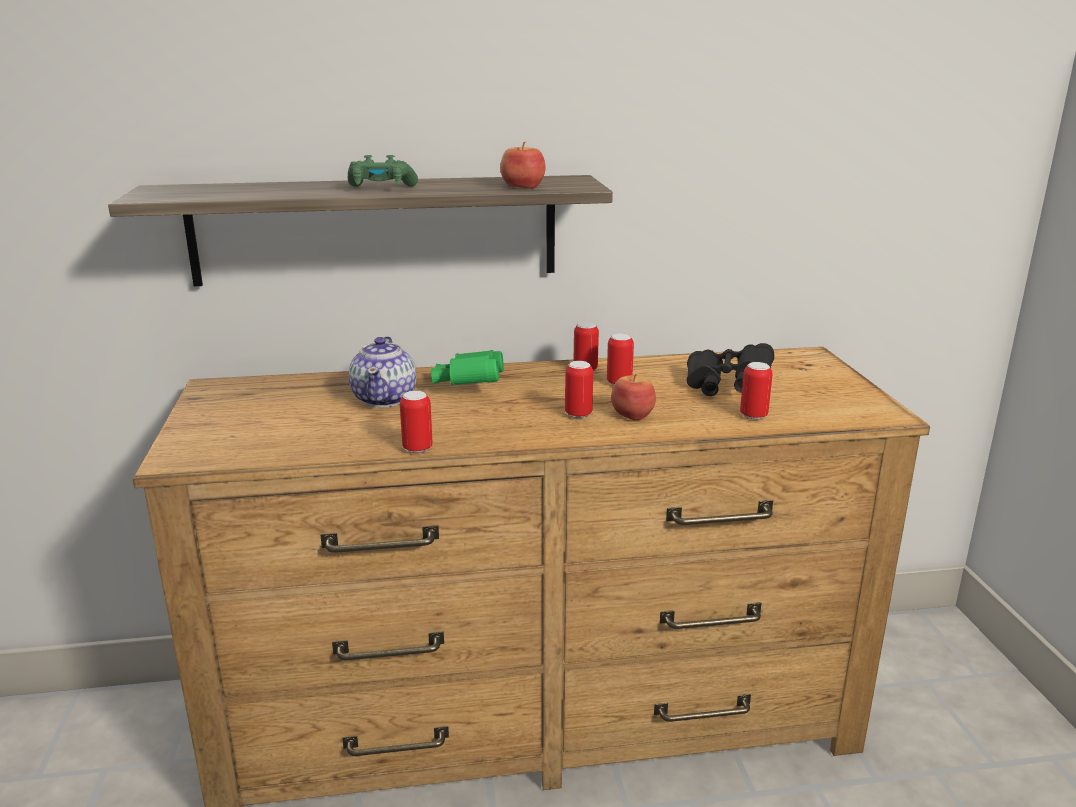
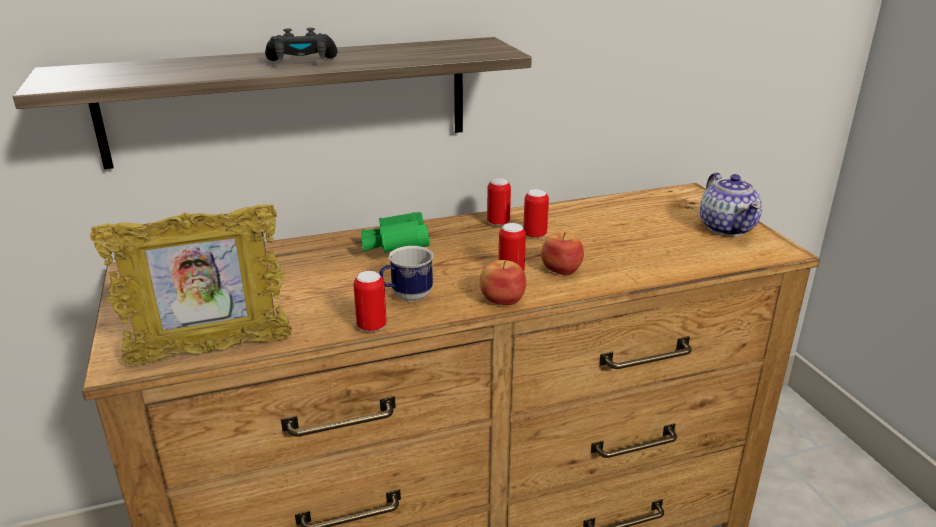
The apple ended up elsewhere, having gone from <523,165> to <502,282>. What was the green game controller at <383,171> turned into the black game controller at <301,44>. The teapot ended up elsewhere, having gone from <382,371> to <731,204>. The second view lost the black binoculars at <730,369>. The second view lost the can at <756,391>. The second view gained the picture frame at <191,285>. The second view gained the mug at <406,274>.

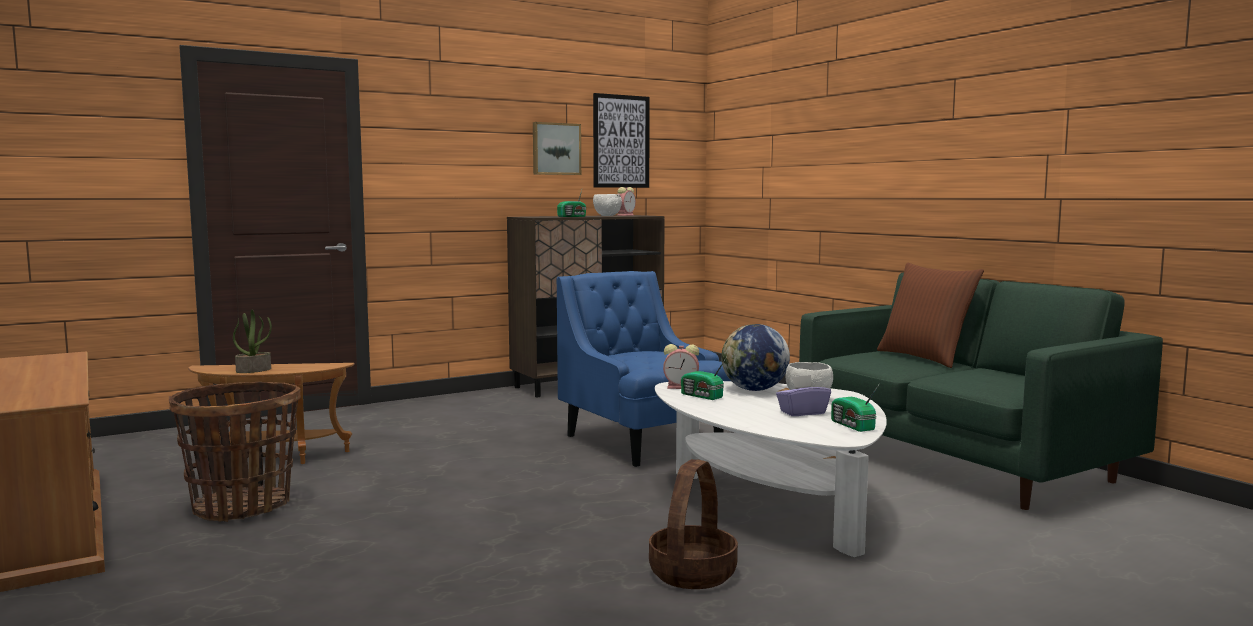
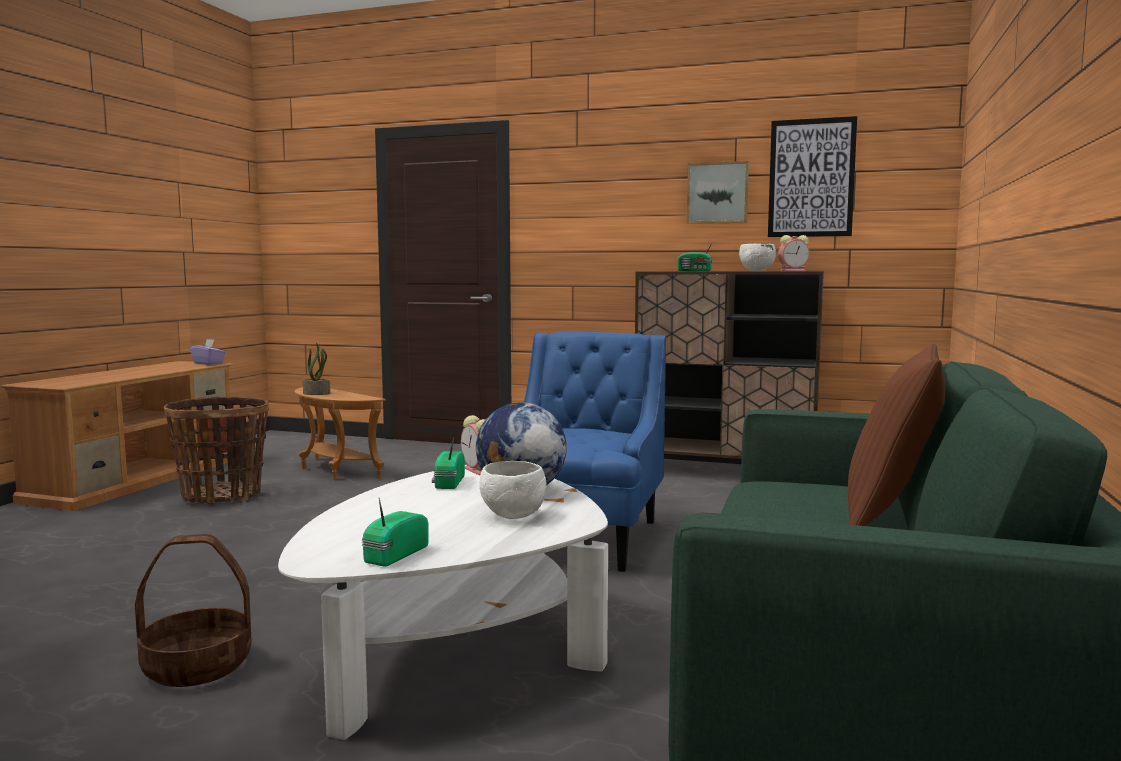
The purple tissue box ended up elsewhere, having gone from <803,395> to <208,352>.

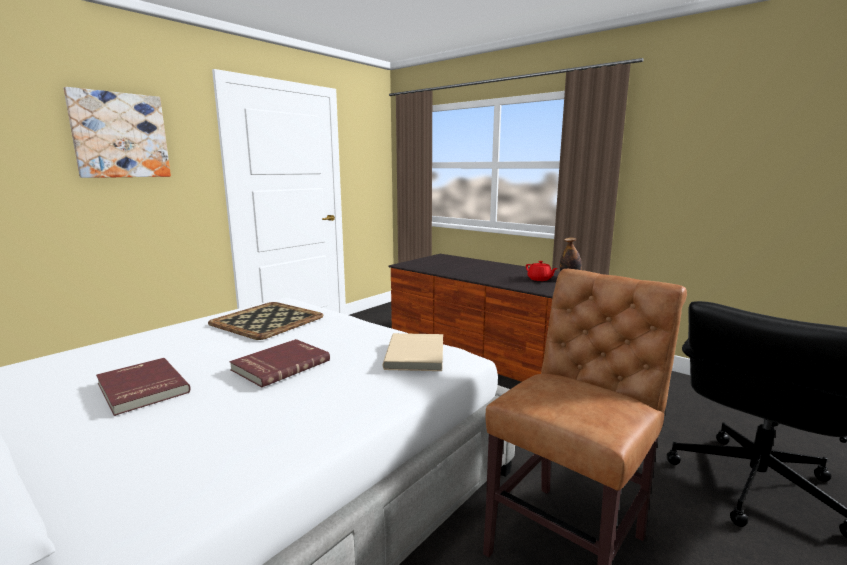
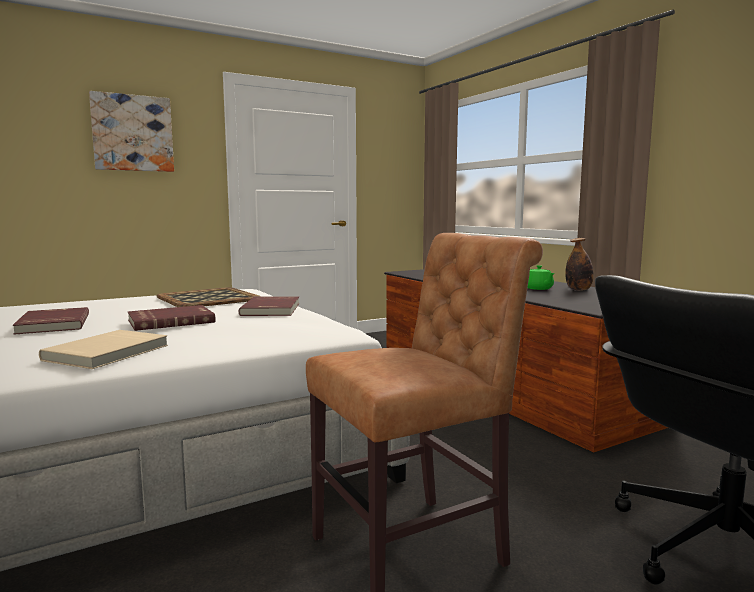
What was the red teapot at <542,271> turned into the green teapot at <541,277>. The beige book ended up elsewhere, having gone from <413,352> to <103,349>. The second view gained the red book at <269,306>.

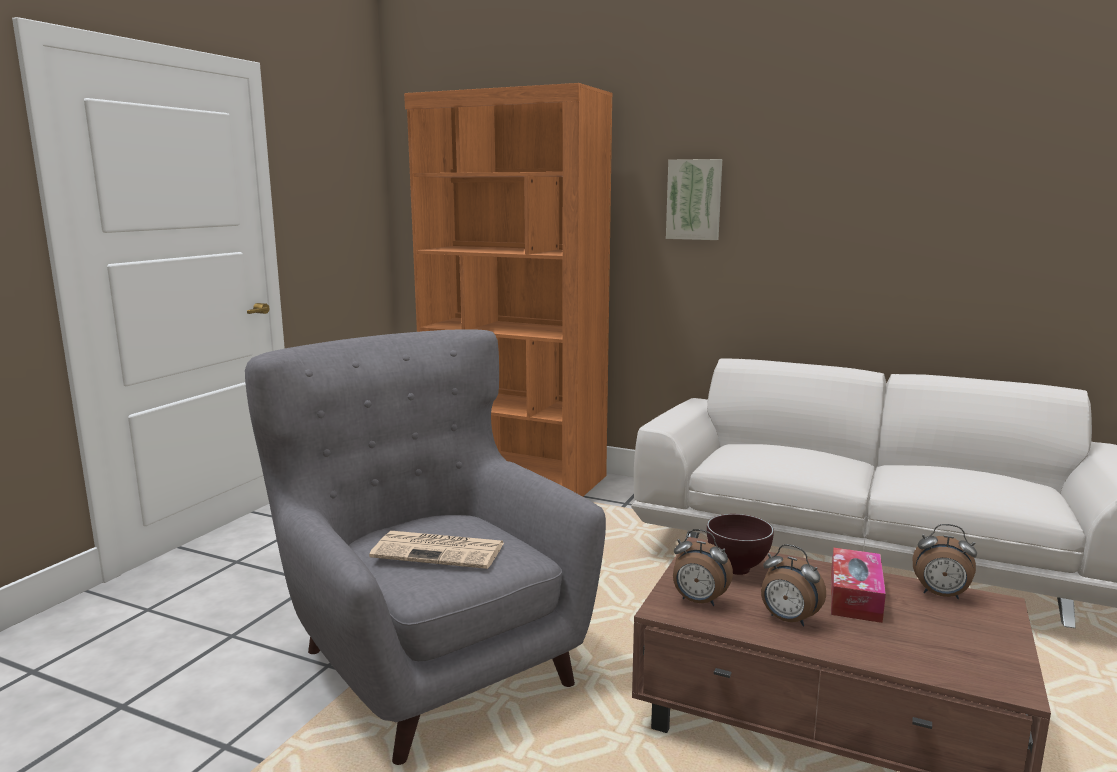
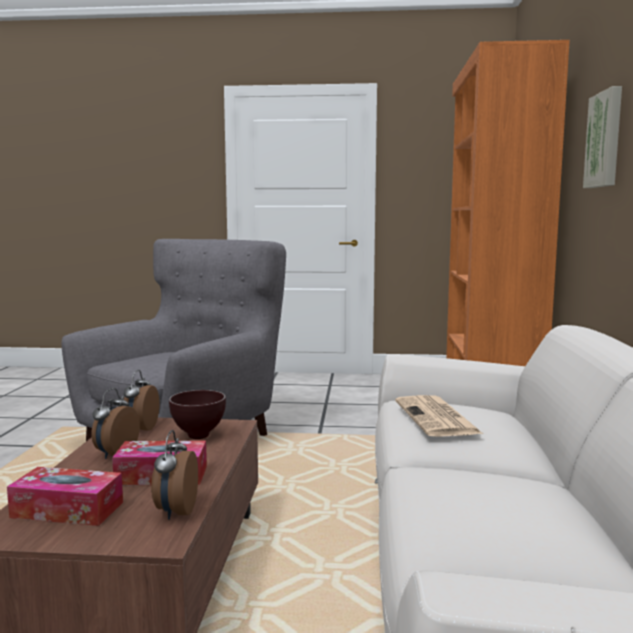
The newspaper ended up elsewhere, having gone from <436,550> to <439,416>. The second view gained the tissue box at <65,496>.

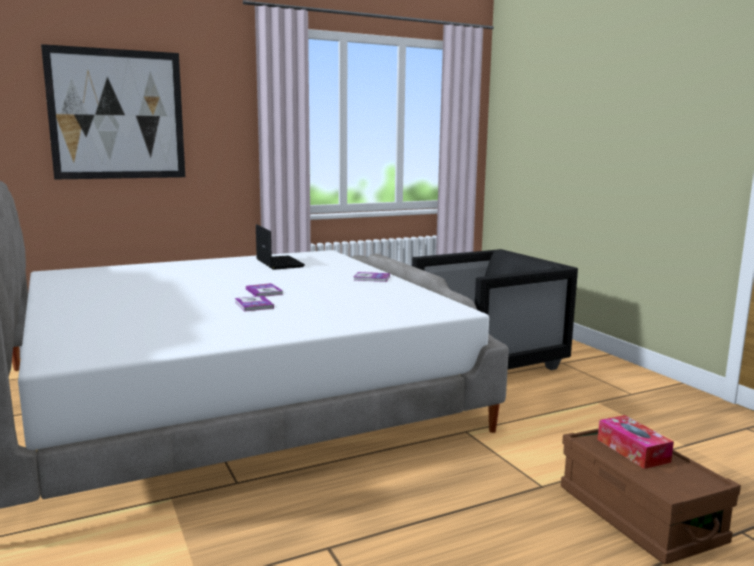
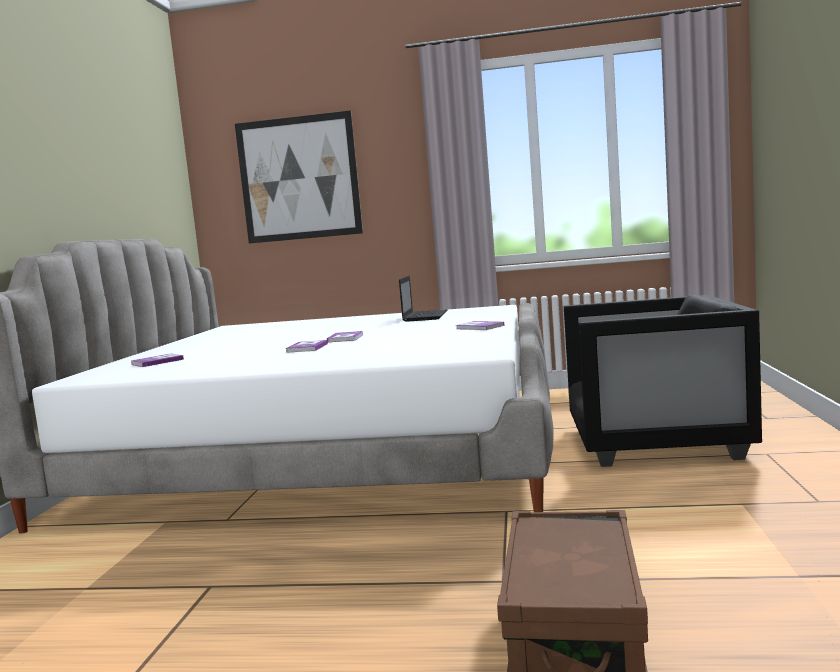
The second view lost the tissue box at <636,442>. The second view gained the book at <157,360>.

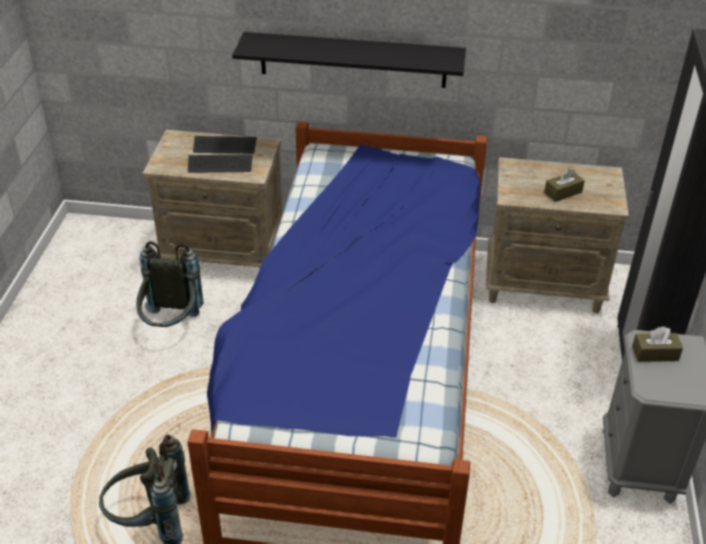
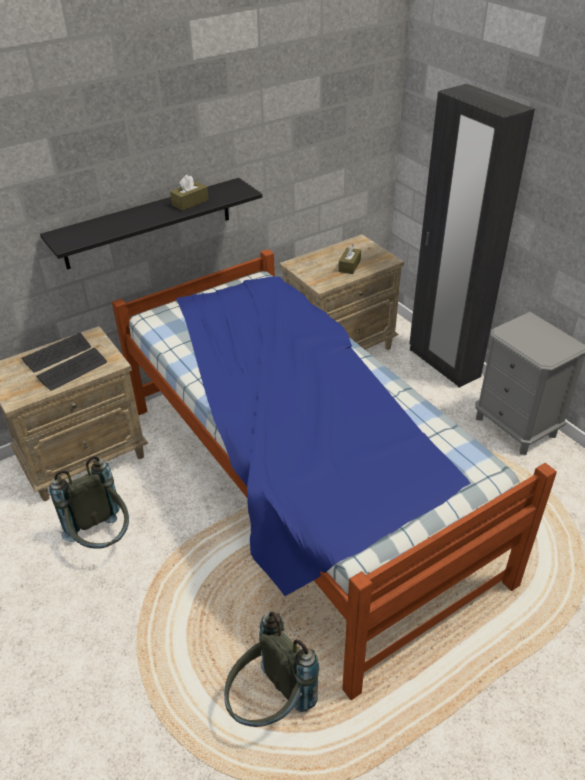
The brown tissue box ended up elsewhere, having gone from <657,344> to <189,193>.

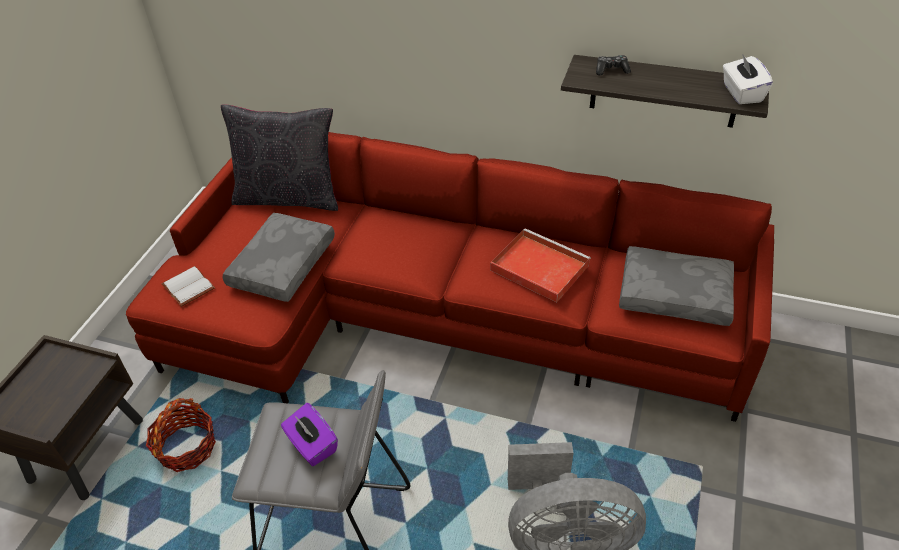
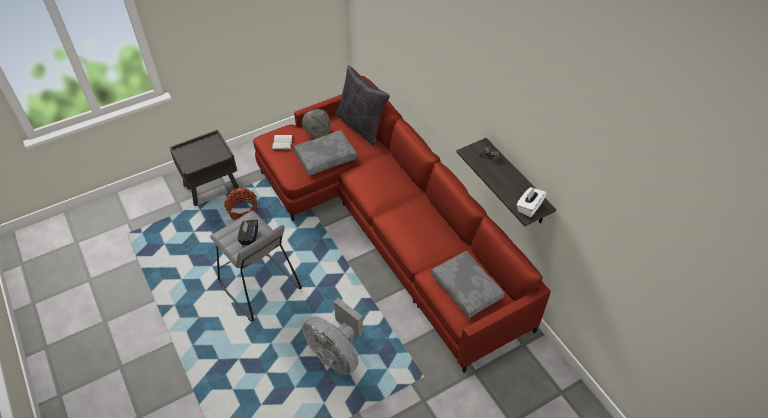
The second view lost the red tray at <540,265>. What was the purple tissue box at <309,434> turned into the black tissue box at <248,232>. The second view gained the grey hat at <316,124>.

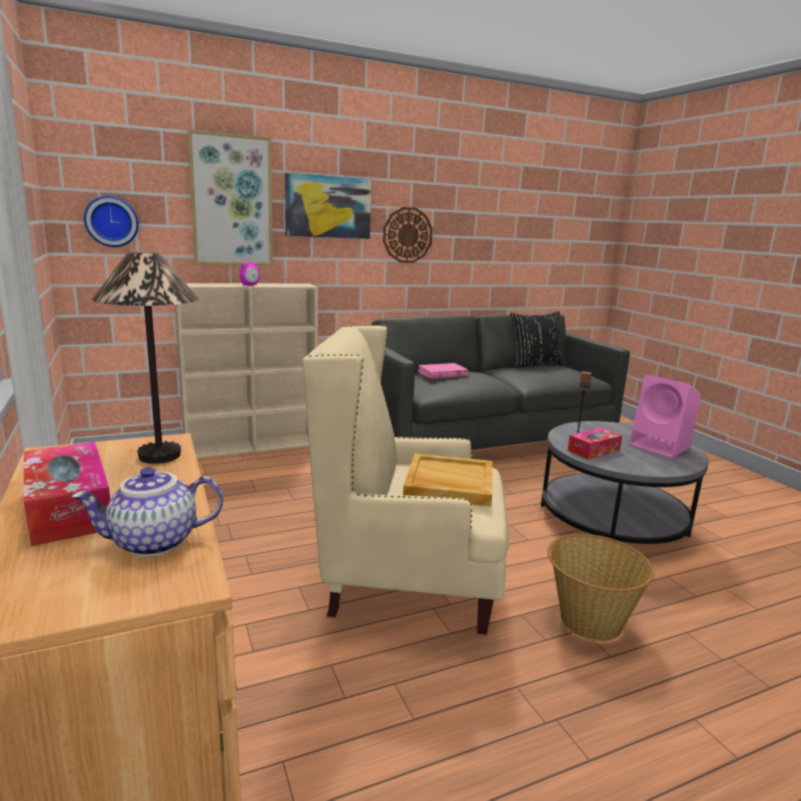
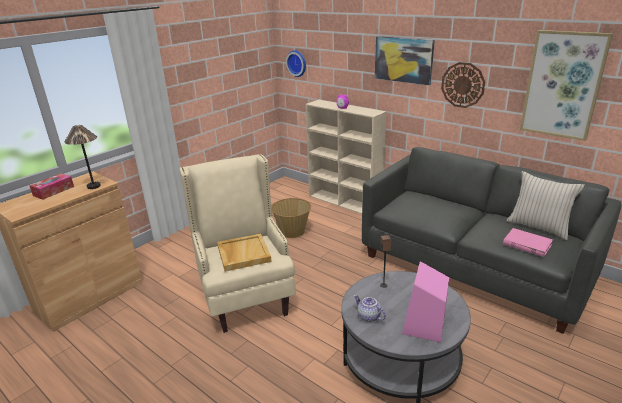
The picture ended up elsewhere, having gone from <230,197> to <566,85>. What was the black pillow at <538,340> turned into the beige pillow at <546,205>. The pink book ended up elsewhere, having gone from <442,371> to <528,242>. The second view lost the tissue box at <595,443>. The teapot ended up elsewhere, having gone from <147,512> to <370,308>. The basket ended up elsewhere, having gone from <600,587> to <291,218>.

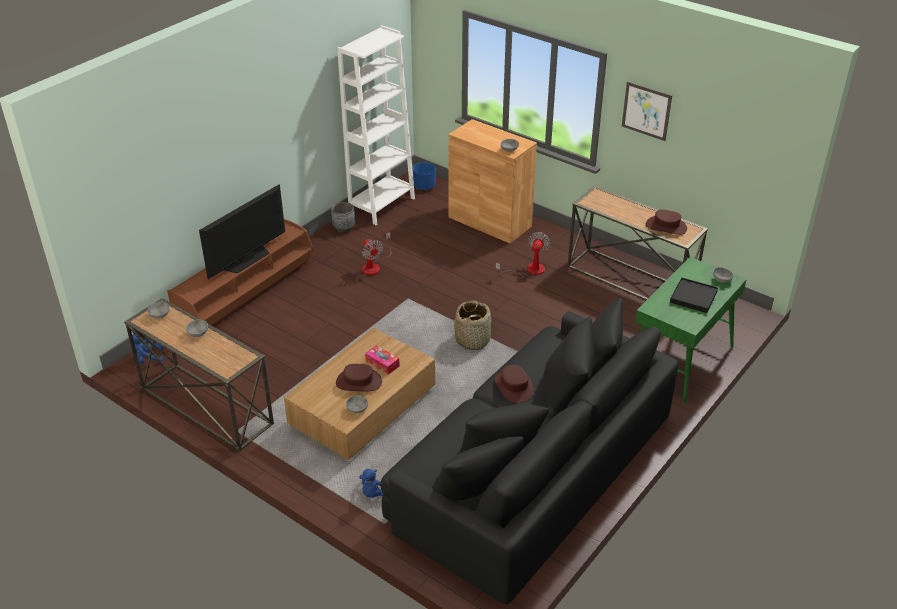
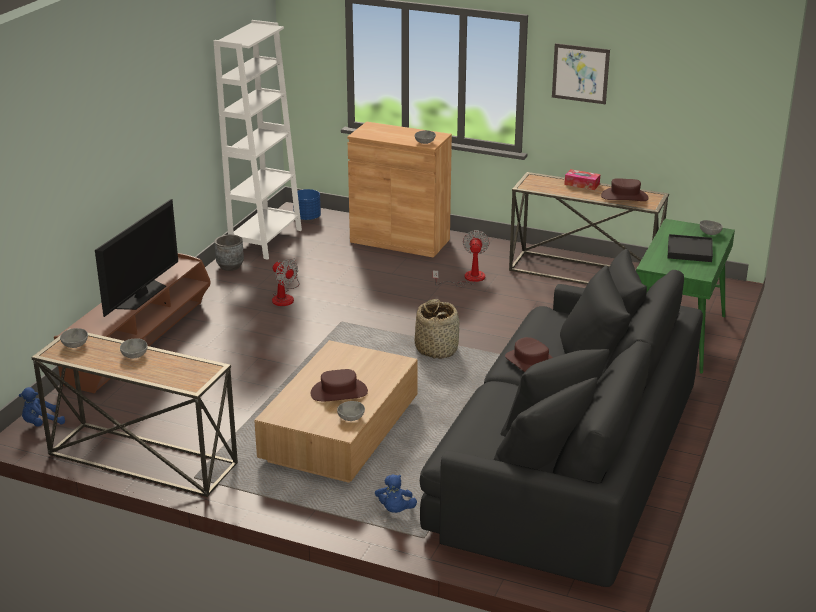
The tissue box ended up elsewhere, having gone from <382,360> to <582,179>.

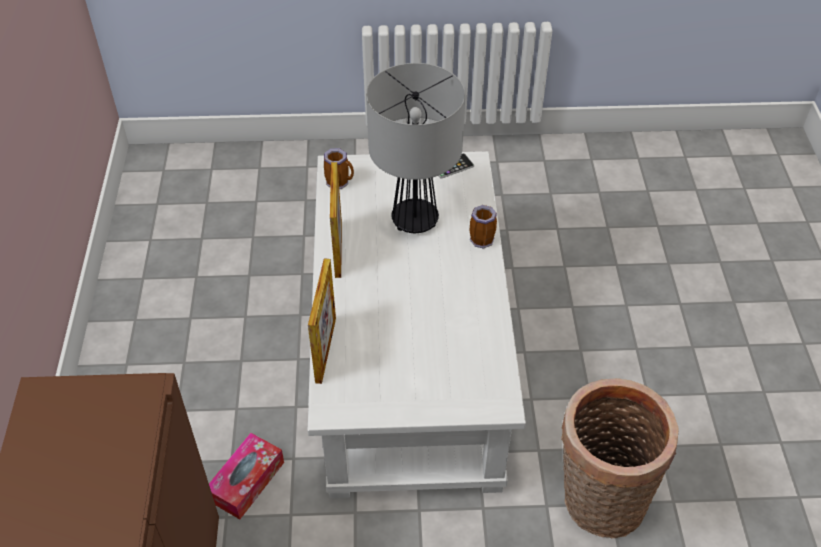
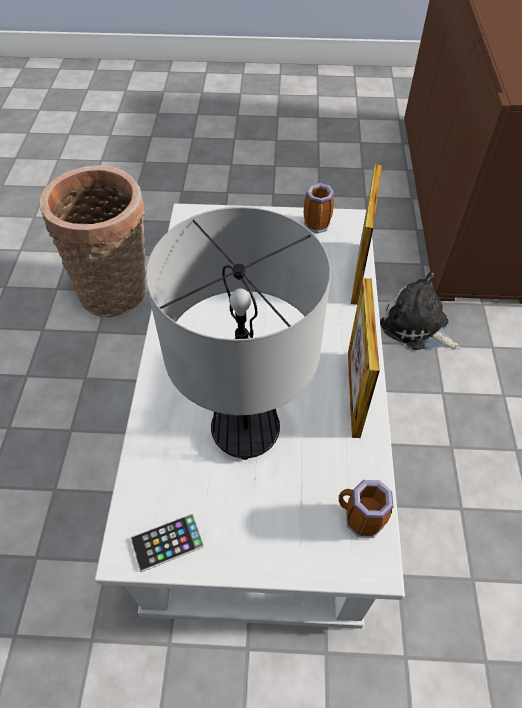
The mug ended up elsewhere, having gone from <483,227> to <318,208>. Where the tissue box stood at <246,476>, the plush toy came to stand at <420,311>.

